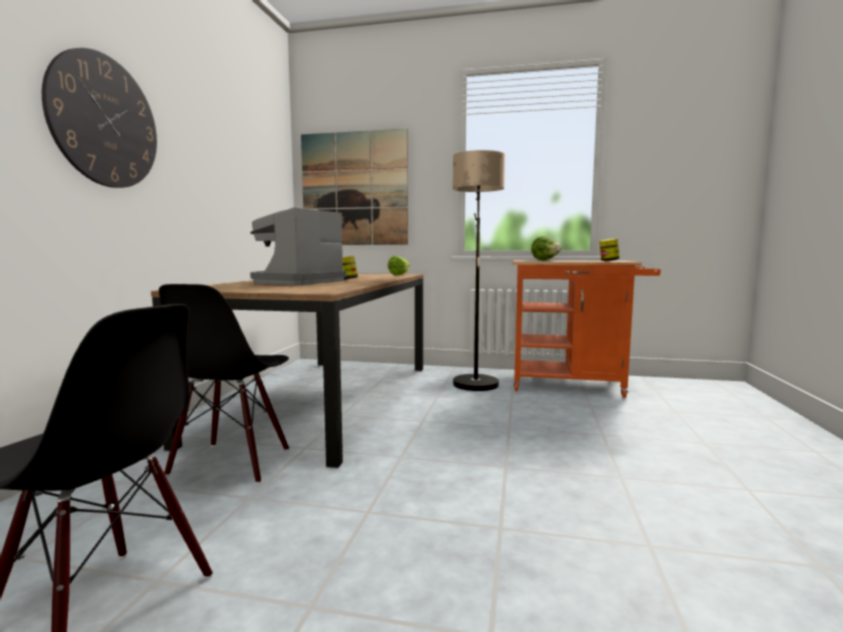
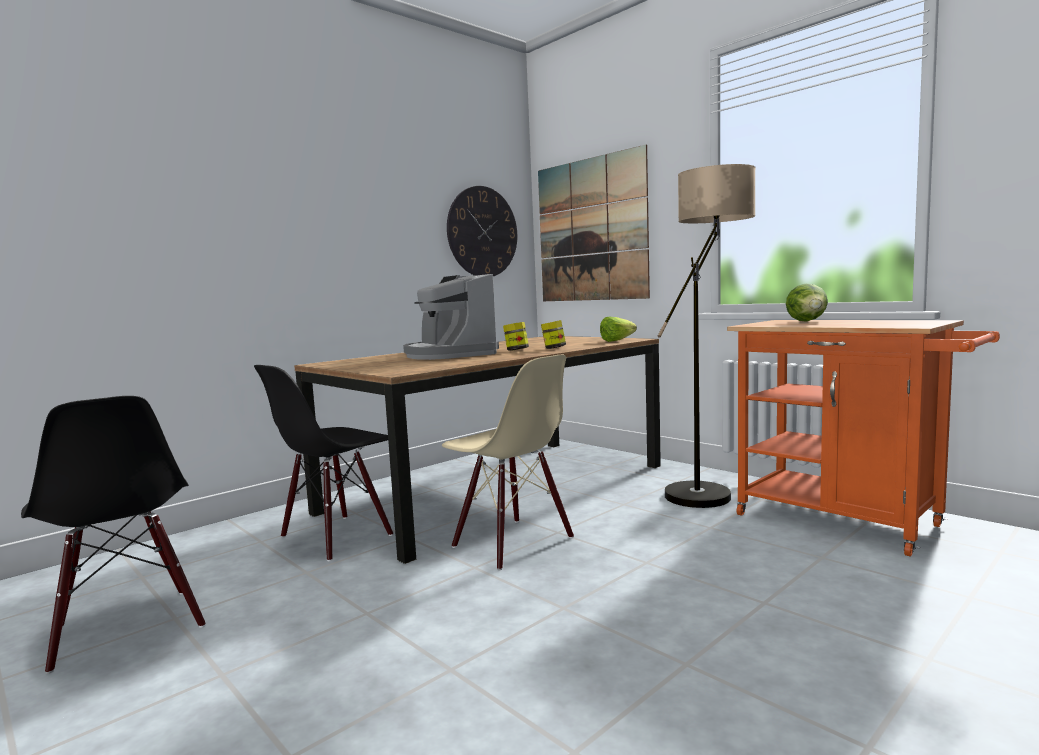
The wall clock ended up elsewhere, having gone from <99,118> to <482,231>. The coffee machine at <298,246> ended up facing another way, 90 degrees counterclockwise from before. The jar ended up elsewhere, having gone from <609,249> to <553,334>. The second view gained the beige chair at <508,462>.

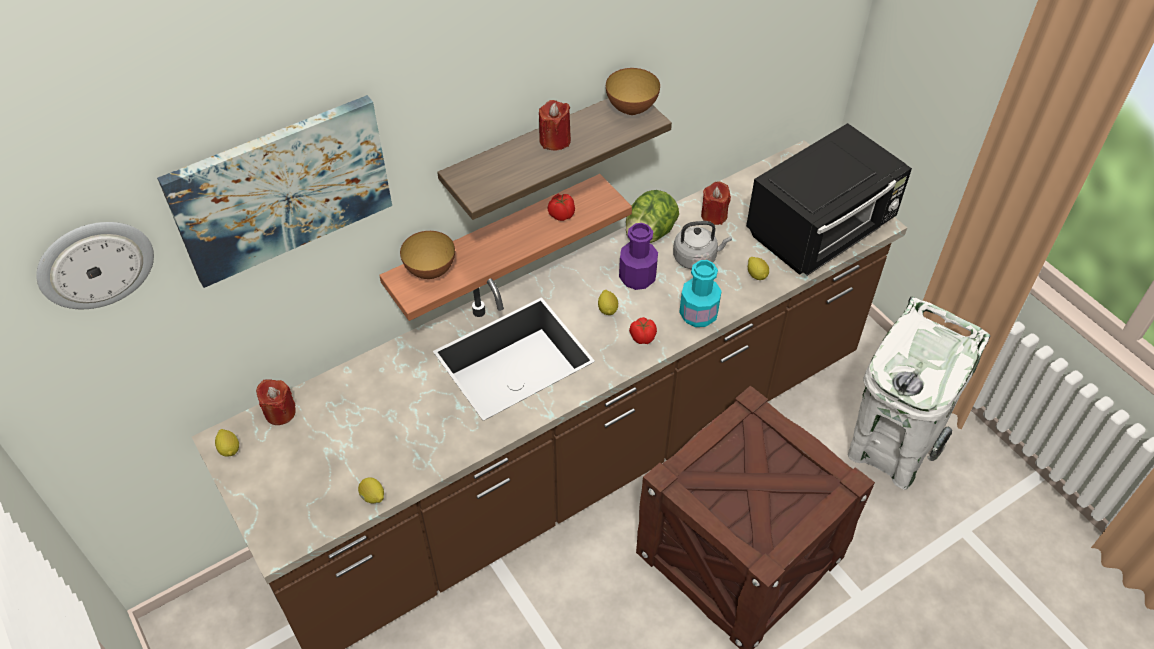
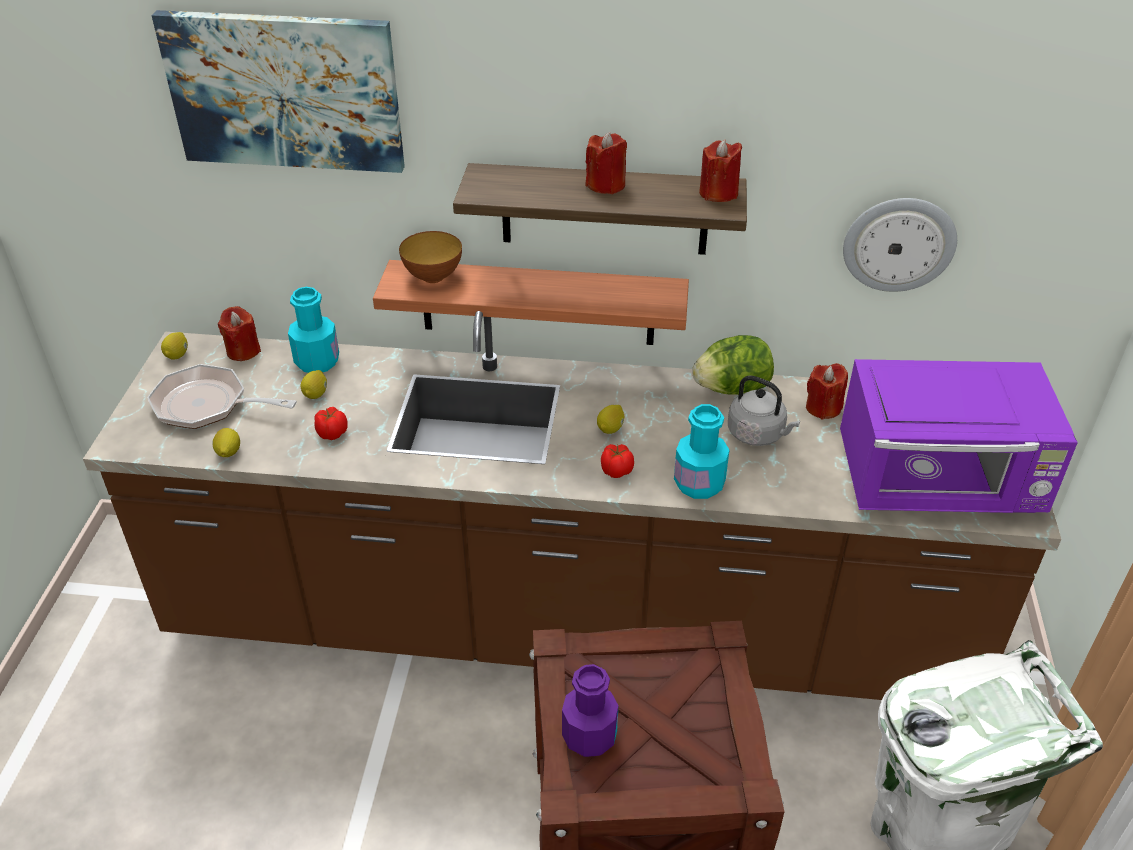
Where the bowl stood at <633,91>, the red candle came to stand at <720,170>. What was the black microwave at <829,199> turned into the purple microwave at <959,436>. The tomato ended up elsewhere, having gone from <561,207> to <331,423>. The wall clock ended up elsewhere, having gone from <95,265> to <900,245>. The purple bottle ended up elsewhere, having gone from <638,256> to <590,710>. The lemon ended up elsewhere, having gone from <758,268> to <314,384>. The second view gained the turquoise bottle at <313,330>. The second view gained the frying pan at <222,396>.

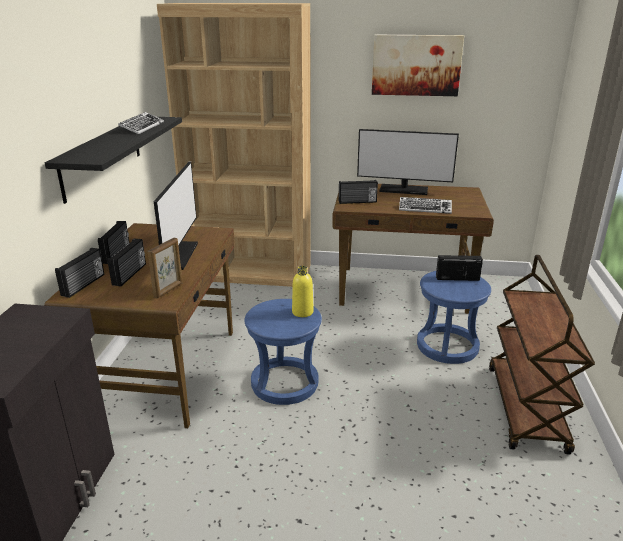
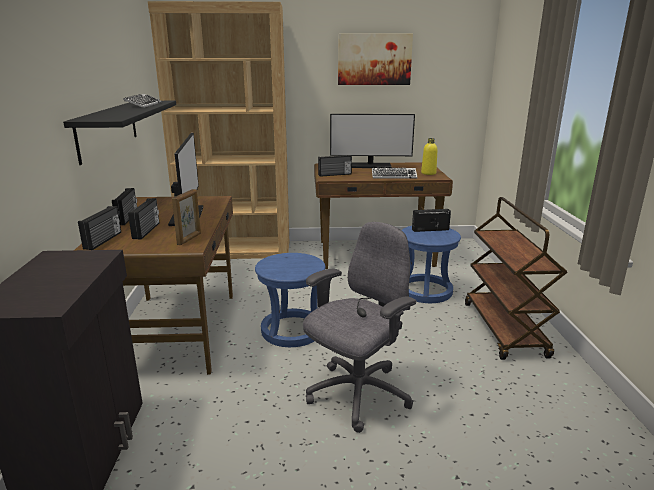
The yellow bottle ended up elsewhere, having gone from <303,291> to <429,156>. The second view gained the grey office chair at <359,327>.

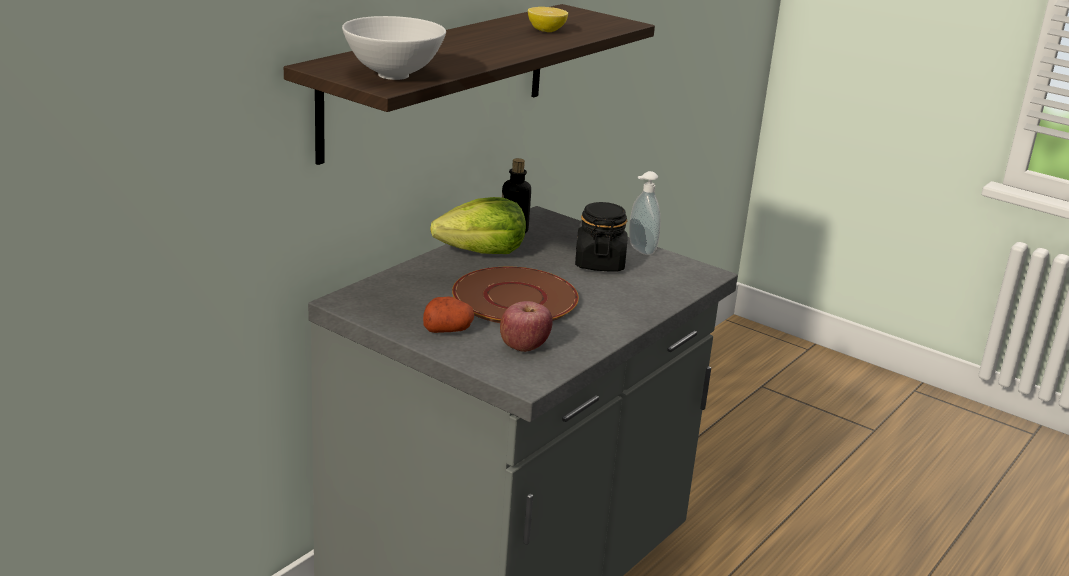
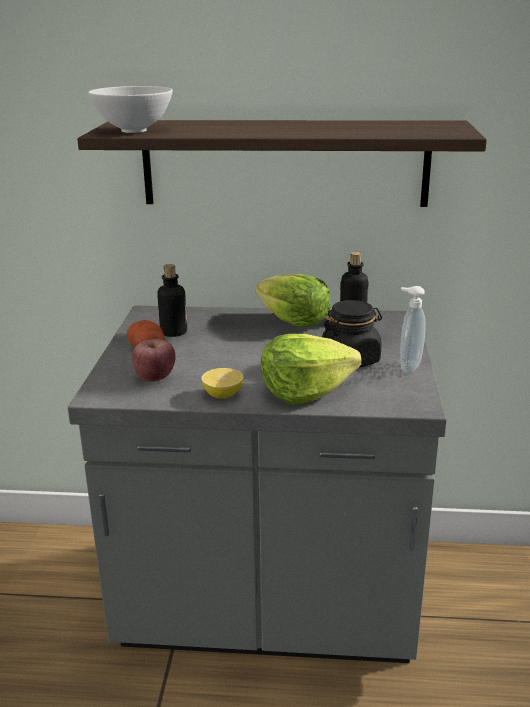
The lemon ended up elsewhere, having gone from <548,19> to <222,383>. The second view lost the brown plate at <515,295>. The second view gained the bottle at <172,300>. The second view gained the lettuce at <311,369>.

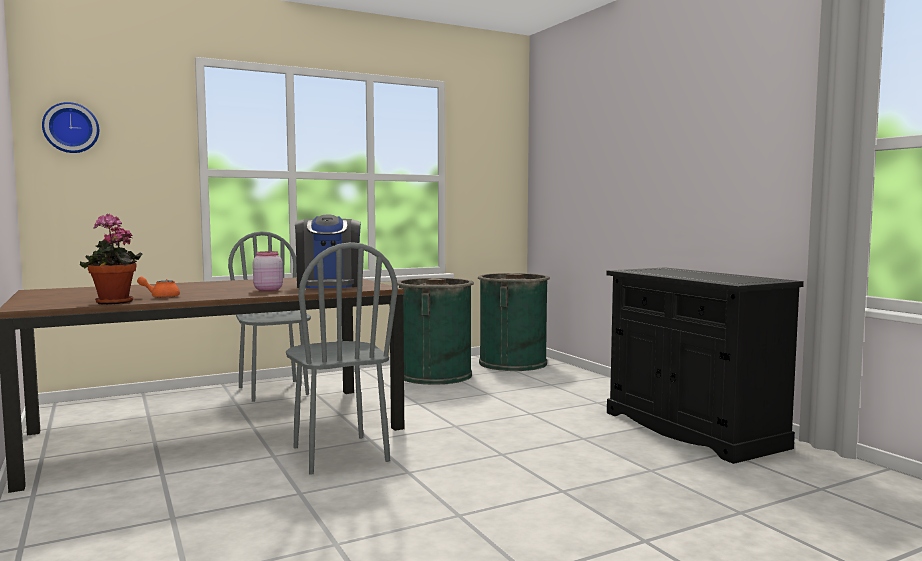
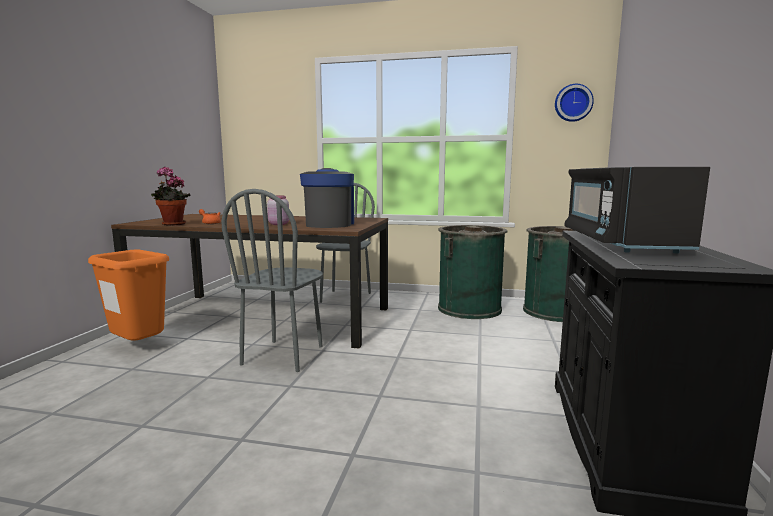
The wall clock ended up elsewhere, having gone from <70,127> to <574,103>. The coffee machine at <328,251> ended up facing another way, 150 degrees clockwise from before. The second view gained the black microwave at <637,210>. The second view gained the orange trash can at <128,295>.

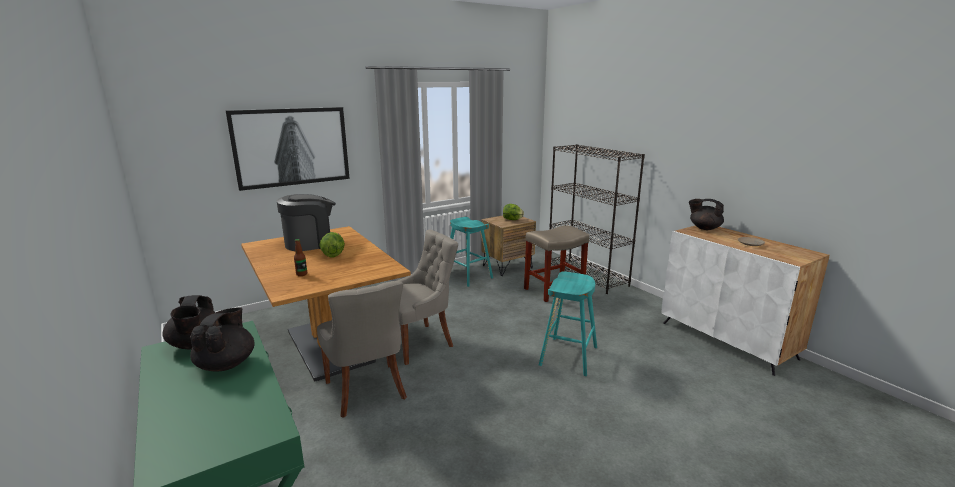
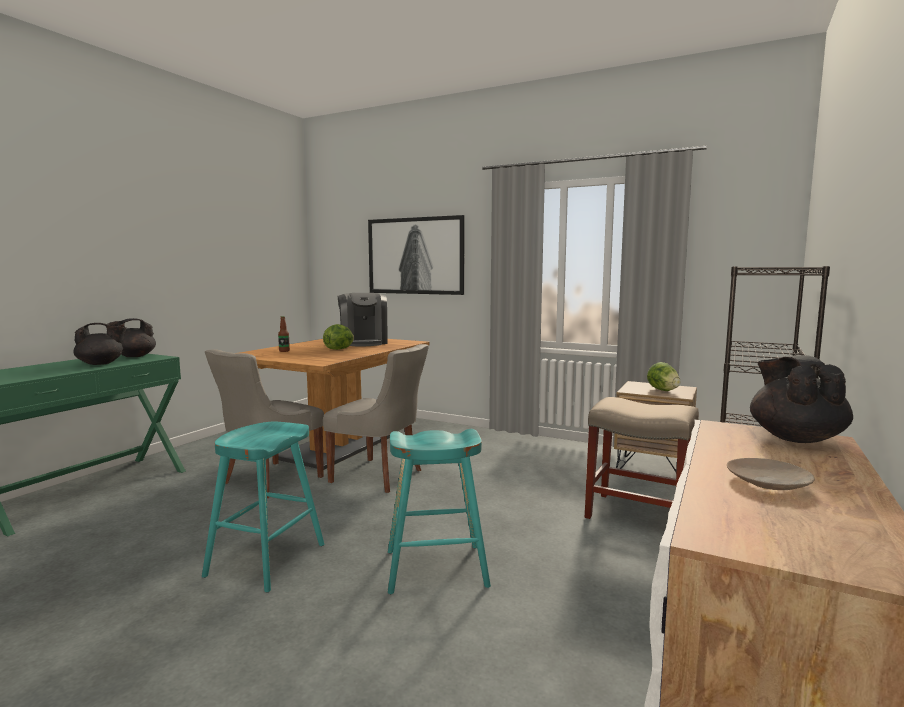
The coffee machine at <309,222> ended up facing another way, 45 degrees clockwise from before. The turquoise stool ended up elsewhere, having gone from <471,252> to <263,507>.

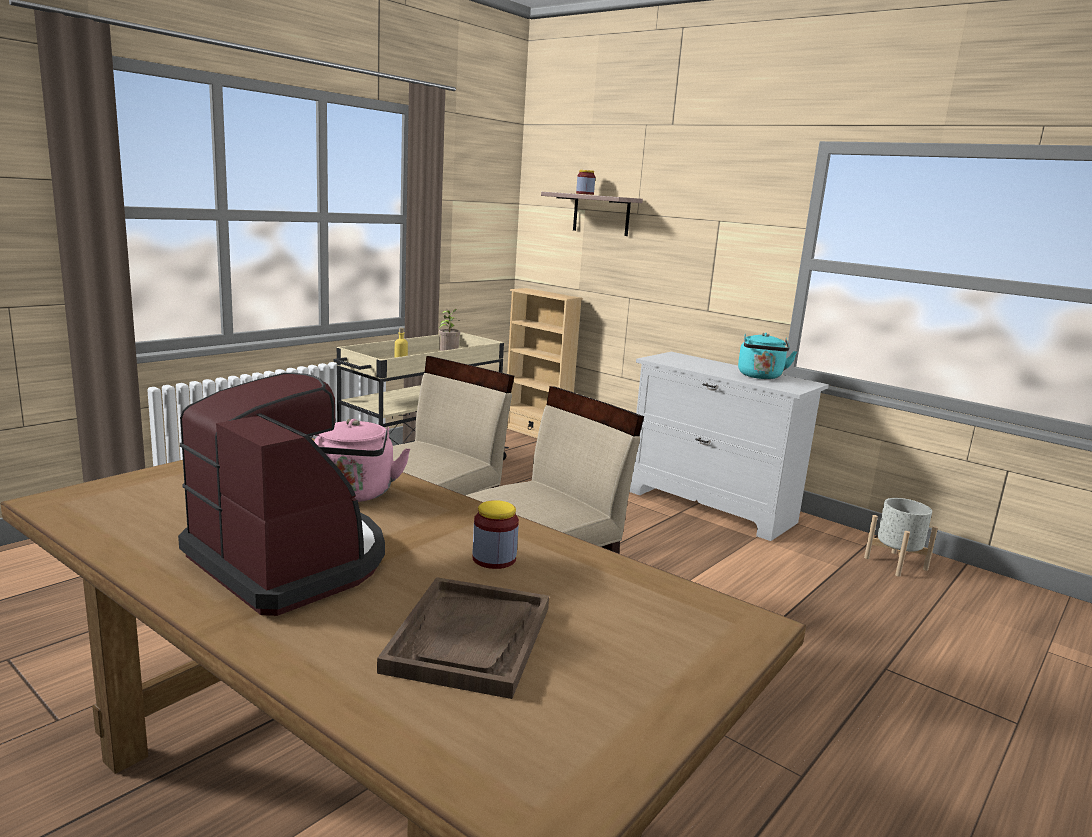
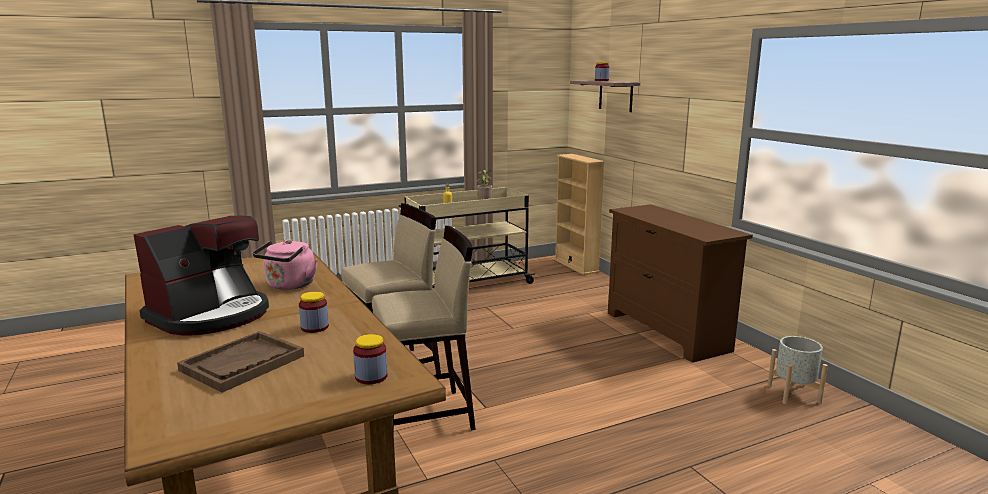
The second view lost the turquoise kettle at <767,356>. What was the white dresser at <729,446> turned into the brown dresser at <680,283>. The coffee machine at <281,494> ended up facing another way, 60 degrees clockwise from before. The second view gained the jar at <370,359>.

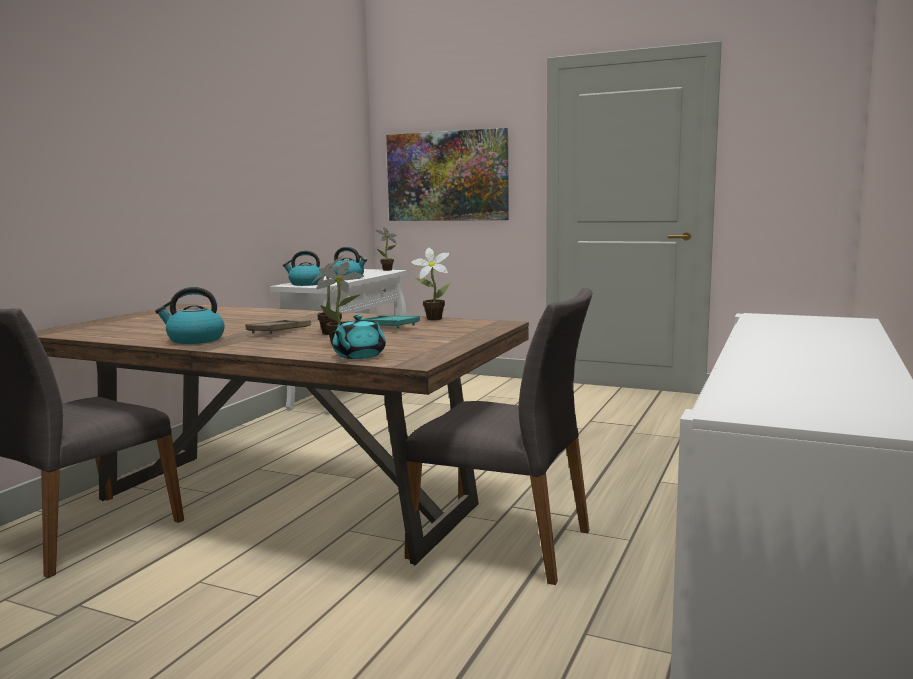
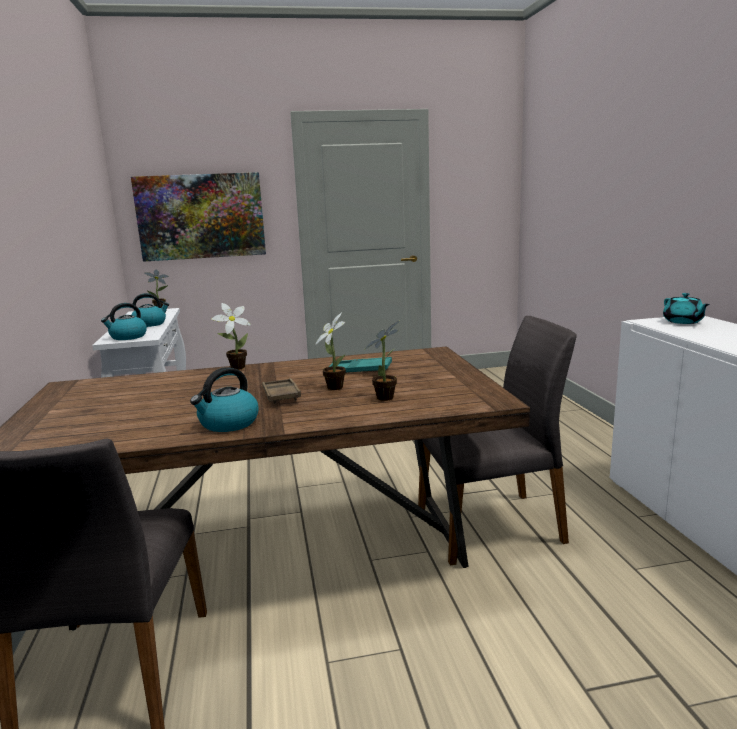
The potted plant ended up elsewhere, having gone from <430,283> to <231,336>. The turquoise teapot ended up elsewhere, having gone from <359,337> to <686,308>.

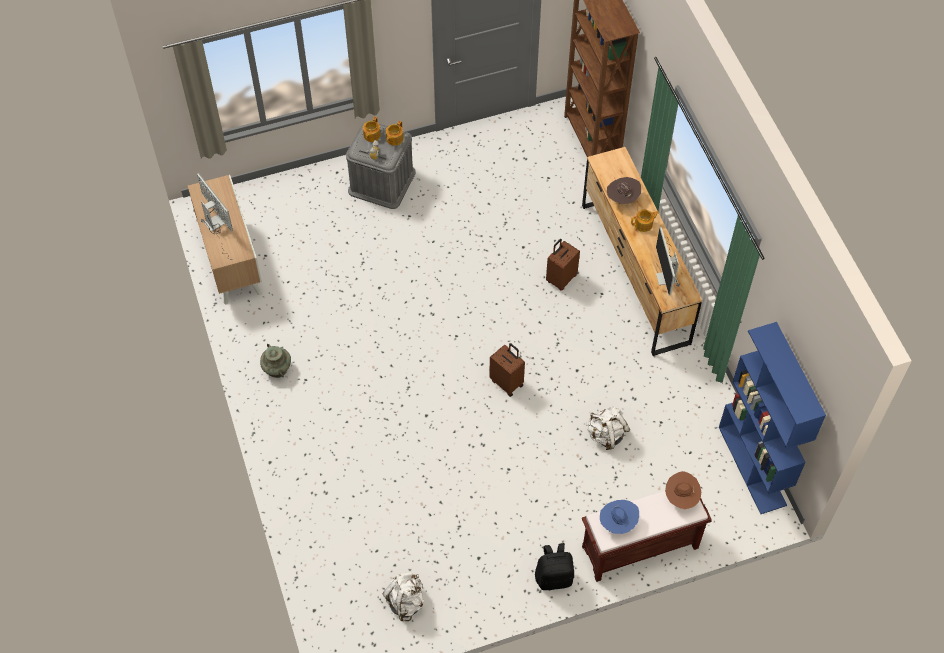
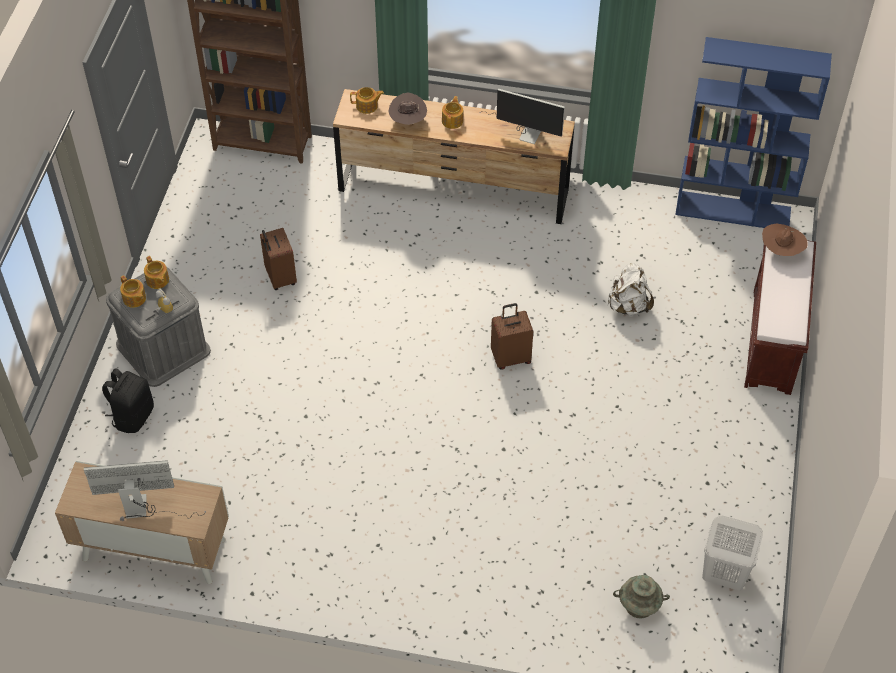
The brown suitcase ended up elsewhere, having gone from <563,265> to <278,259>. The turquoise vase ended up elsewhere, having gone from <275,361> to <641,597>. The second view lost the blue hat at <619,517>. The black backpack ended up elsewhere, having gone from <554,566> to <128,400>. Where the white backpack stood at <403,597>, the white laundry basket came to stand at <732,553>. The second view gained the teapot at <367,100>.

